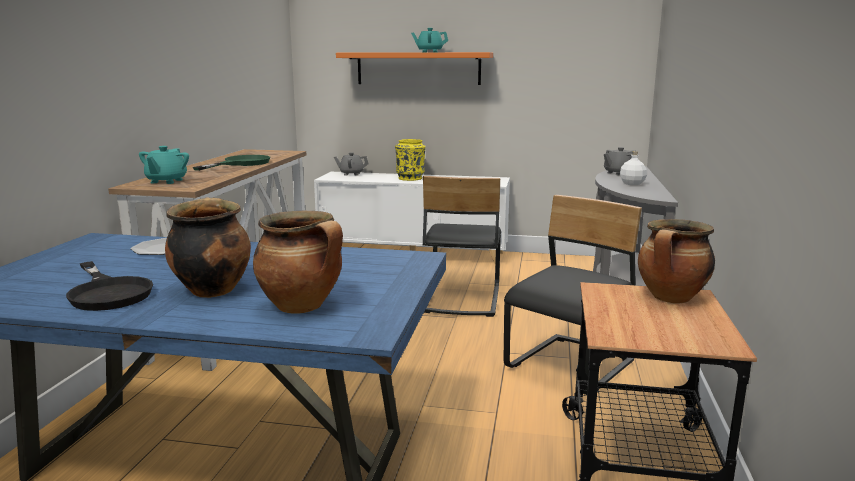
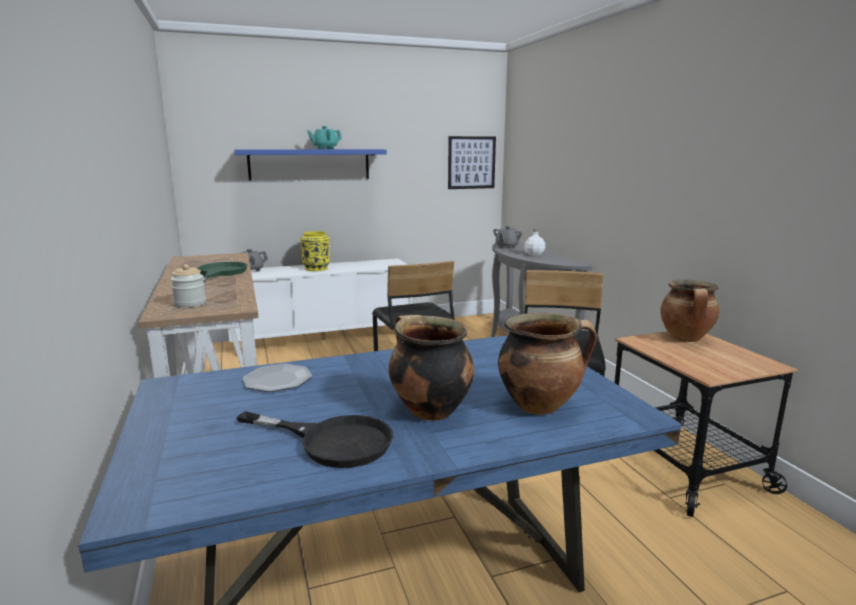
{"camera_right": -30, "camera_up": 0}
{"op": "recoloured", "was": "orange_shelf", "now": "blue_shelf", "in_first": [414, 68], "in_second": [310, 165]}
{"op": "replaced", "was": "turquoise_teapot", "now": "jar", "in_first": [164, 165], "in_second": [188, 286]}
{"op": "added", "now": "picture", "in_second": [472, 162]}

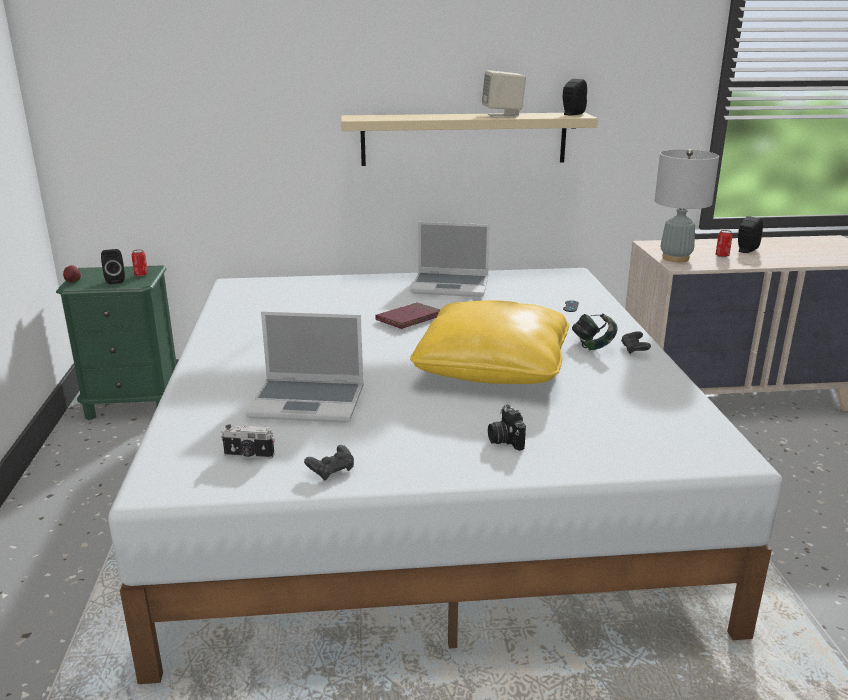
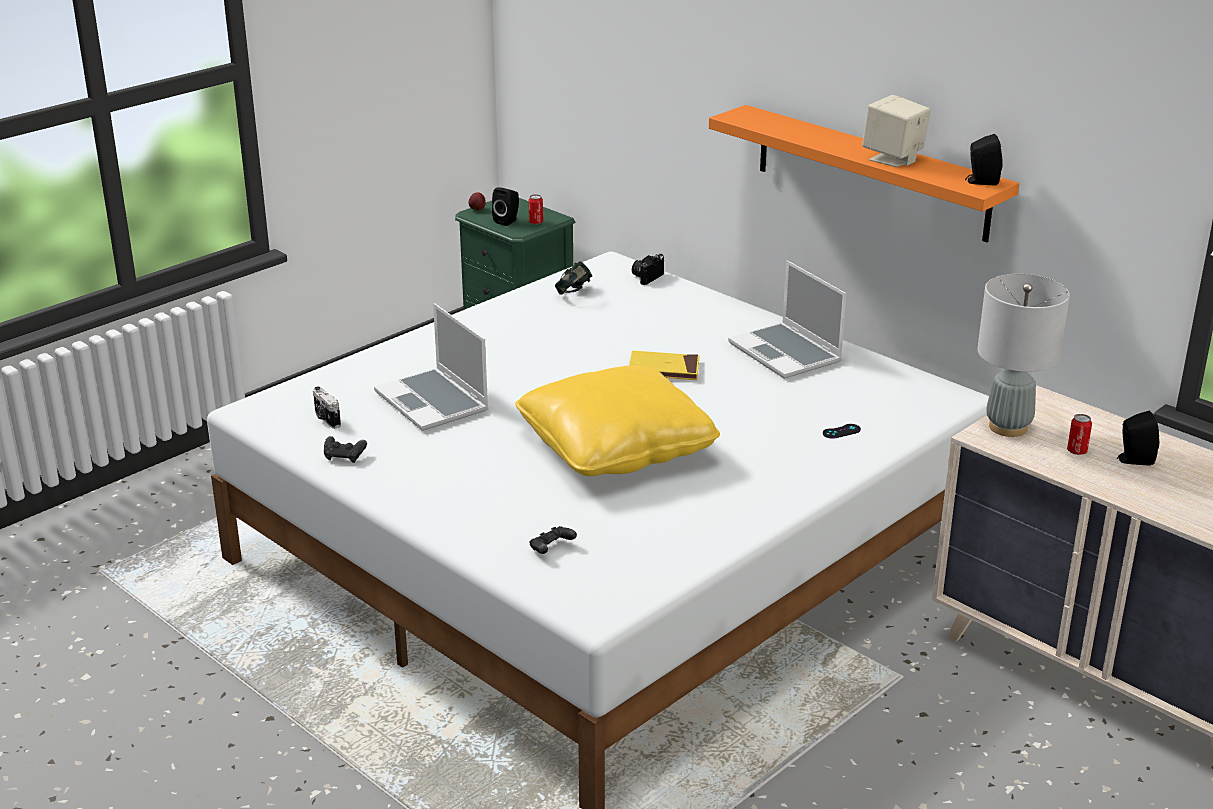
{"camera_right": 50, "camera_up": 5}
{"op": "recoloured", "was": "beige_shelf", "now": "orange_shelf", "in_first": [469, 139], "in_second": [864, 173]}
{"op": "recoloured", "was": "red_book", "now": "yellow_book", "in_first": [408, 315], "in_second": [664, 365]}
{"op": "moved", "was": "headphones", "in_first": [595, 331], "in_second": [573, 278]}
{"op": "moved", "was": "black_game_controller", "in_first": [636, 342], "in_second": [553, 540]}
{"op": "moved", "was": "photo_camera", "in_first": [507, 428], "in_second": [648, 269]}

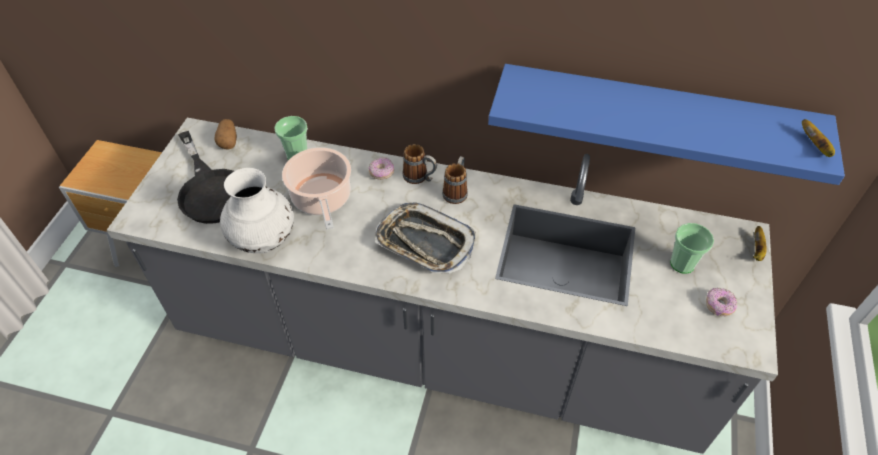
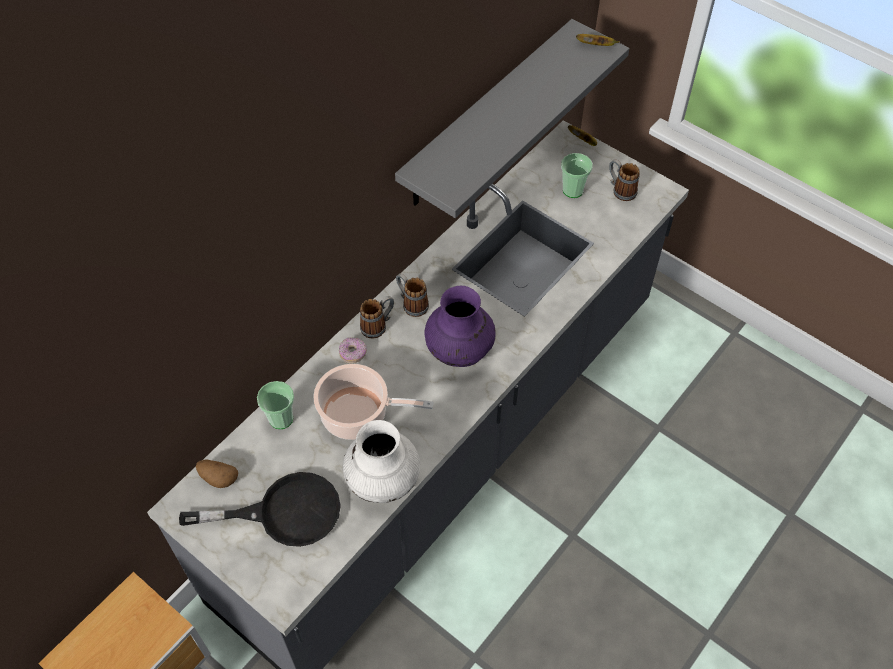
{"camera_right": -65, "camera_up": 5}
{"op": "recoloured", "was": "blue_shelf", "now": "grey_shelf", "in_first": [666, 124], "in_second": [512, 118]}
{"op": "replaced", "was": "tray", "now": "purple_vase", "in_first": [425, 238], "in_second": [460, 326]}
{"op": "replaced", "was": "donut", "now": "mug", "in_first": [721, 302], "in_second": [624, 180]}

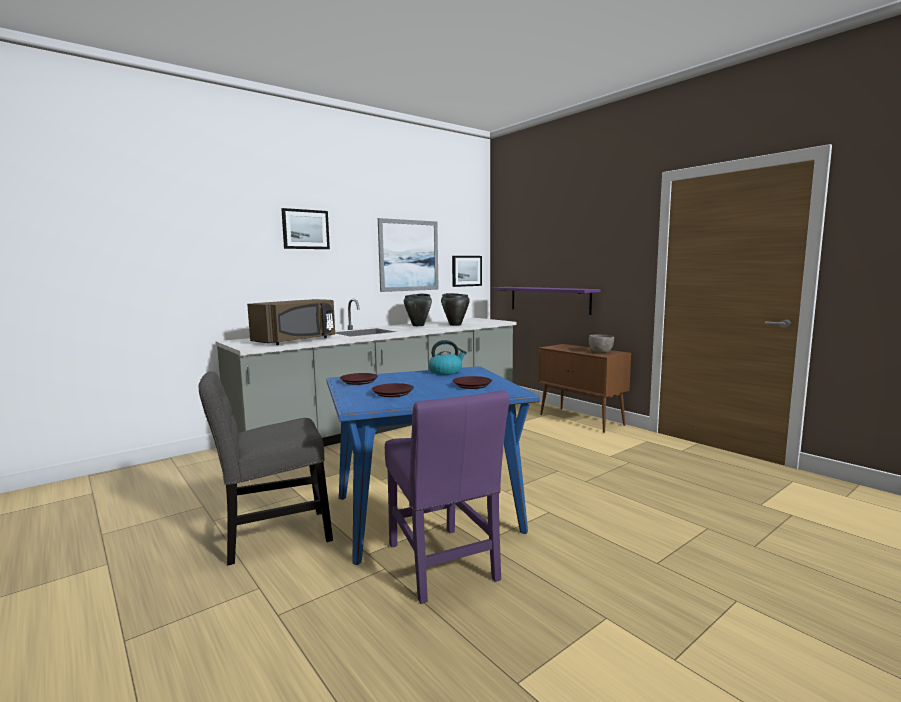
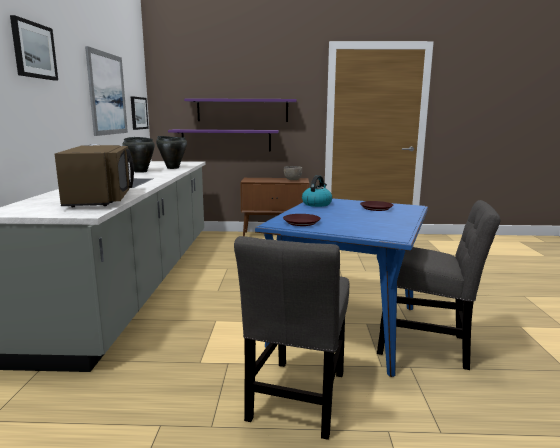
{"camera_right": -50, "camera_up": 5}
{"op": "removed", "was": "brown_plate", "in_first": [393, 390]}
{"op": "recoloured", "was": "purple_chair", "now": "grey_chair", "in_first": [447, 497], "in_second": [438, 285]}
{"op": "added", "now": "purple_shelf", "in_second": [240, 110]}

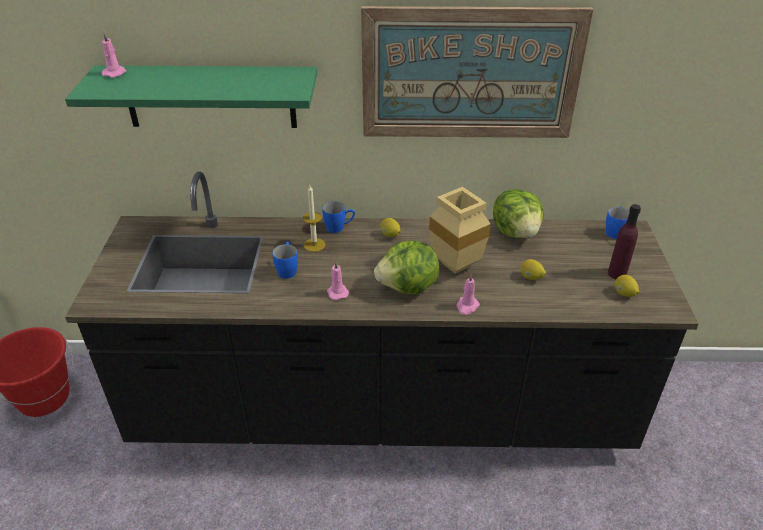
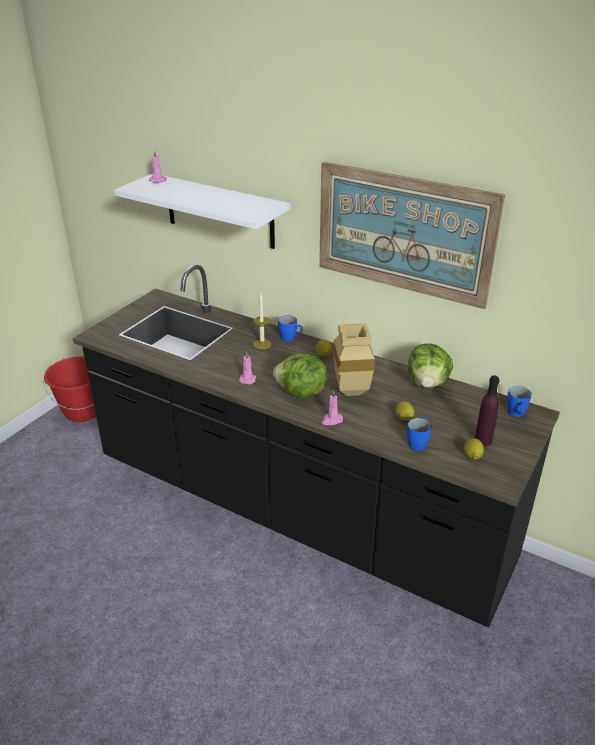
{"camera_right": 30, "camera_up": -5}
{"op": "recoloured", "was": "green_shelf", "now": "white_shelf", "in_first": [191, 96], "in_second": [202, 211]}
{"op": "moved", "was": "blue_mug", "in_first": [285, 260], "in_second": [419, 434]}

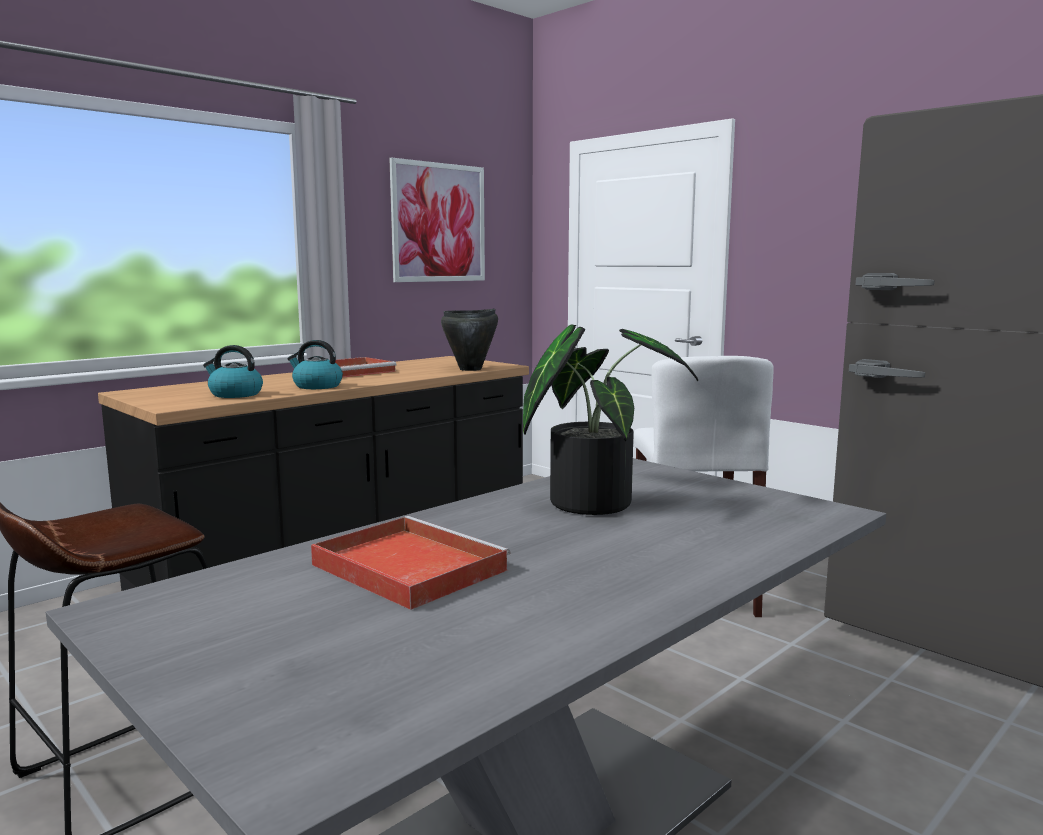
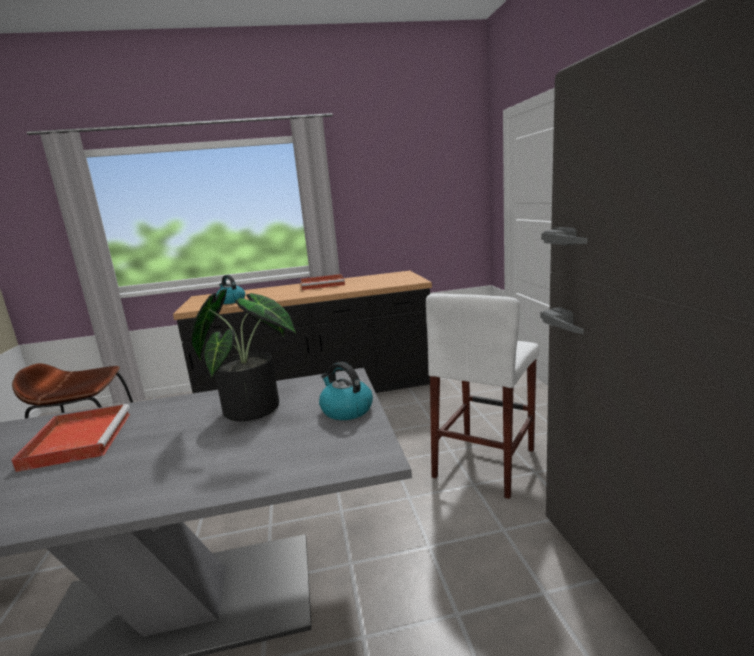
{"camera_right": 35, "camera_up": 5}
{"op": "removed", "was": "picture", "in_first": [437, 220]}
{"op": "removed", "was": "black_cooking_pot", "in_first": [469, 340]}
{"op": "moved", "was": "kettle", "in_first": [315, 364], "in_second": [346, 391]}

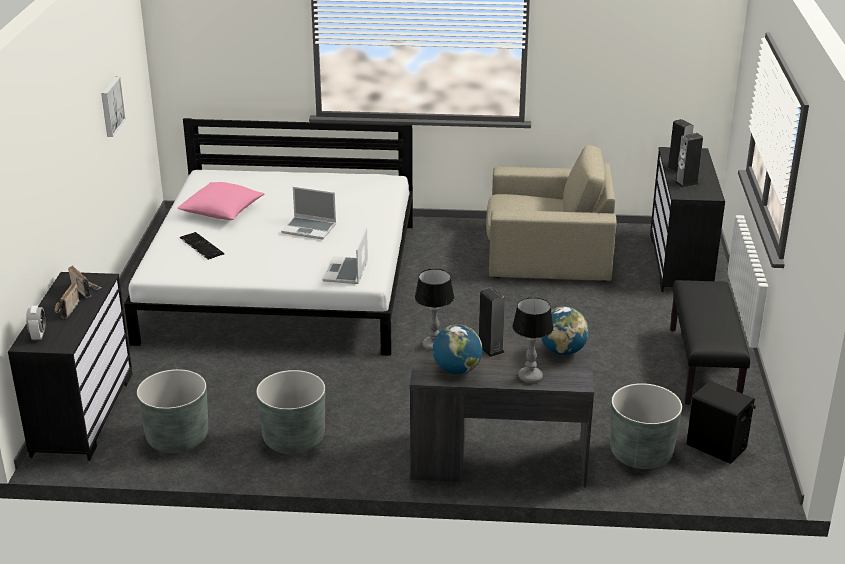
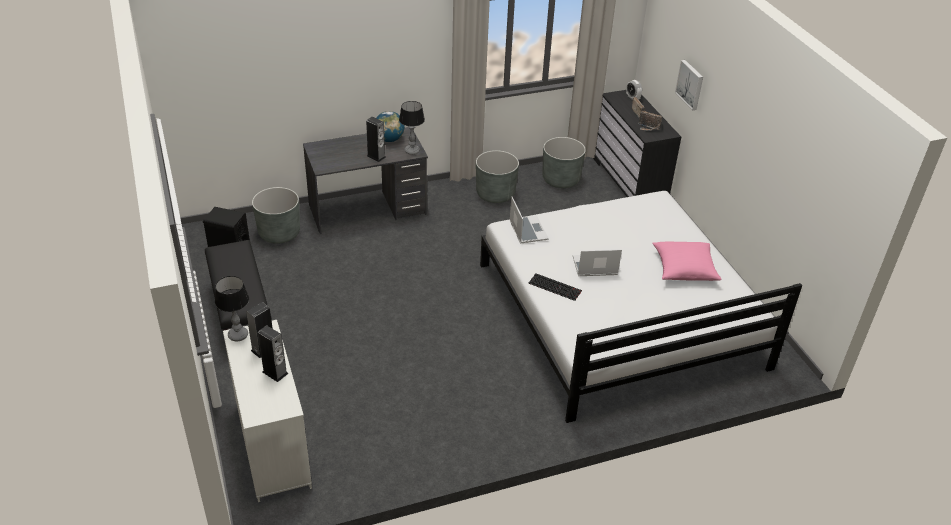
{"camera_right": 155, "camera_up": 10}
{"op": "moved", "was": "picture", "in_first": [113, 107], "in_second": [689, 85]}
{"op": "removed", "was": "beige_armchair", "in_first": [551, 213]}
{"op": "recoloured", "was": "black_dresser", "now": "white_dresser", "in_first": [687, 219], "in_second": [267, 411]}
{"op": "moved", "was": "keyboard", "in_first": [202, 246], "in_second": [555, 287]}
{"op": "moved", "was": "table_lamp", "in_first": [533, 340], "in_second": [232, 309]}
{"op": "removed", "was": "globe", "in_first": [565, 330]}

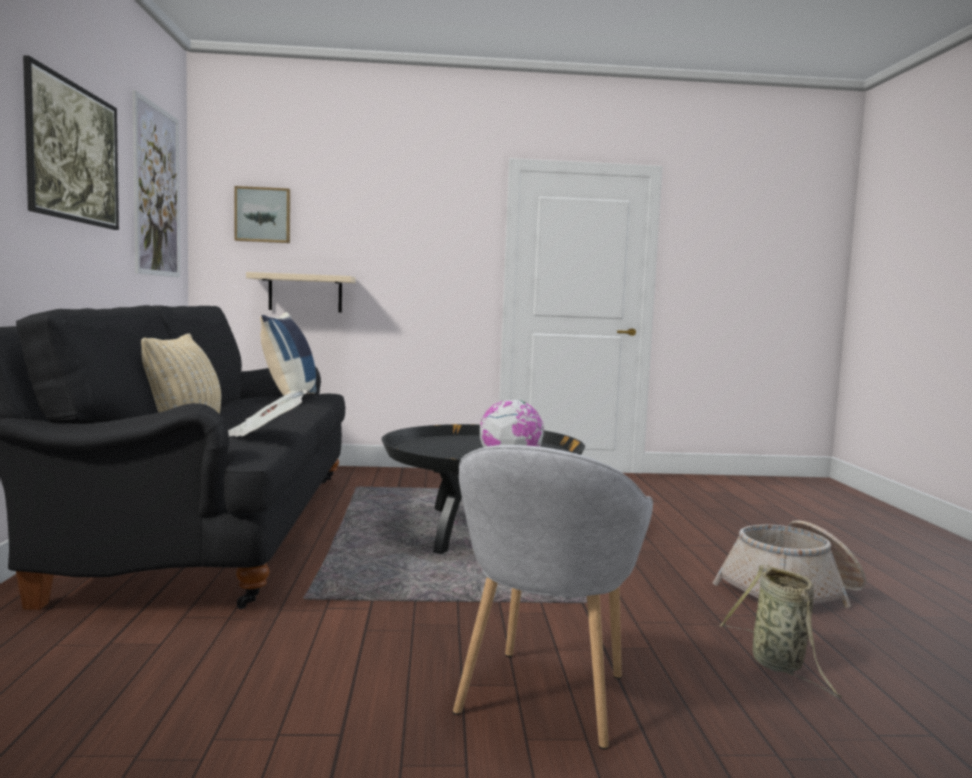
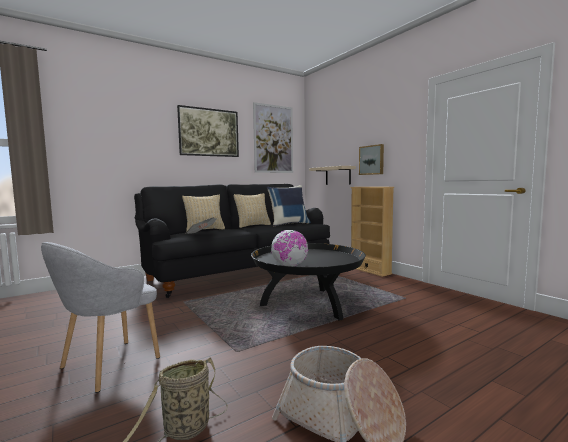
{"camera_right": 60, "camera_up": 0}
{"op": "moved", "was": "picture", "in_first": [262, 214], "in_second": [371, 159]}
{"op": "turned", "was": "grey_armchair", "in_first": [553, 597], "in_second": [100, 317], "clockwise": -45}
{"op": "added", "now": "beige_bookcase", "in_second": [372, 232]}
{"op": "added", "now": "beige_pillow", "in_second": [252, 210]}

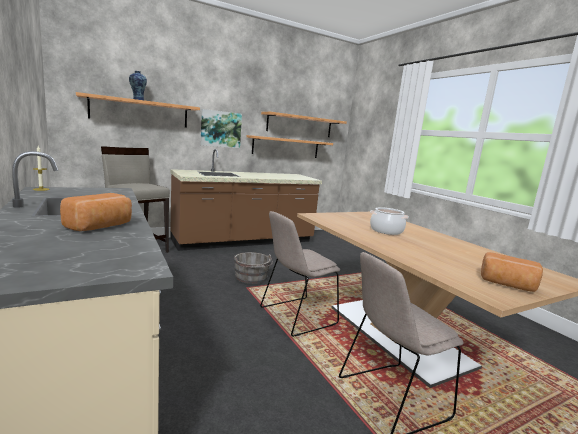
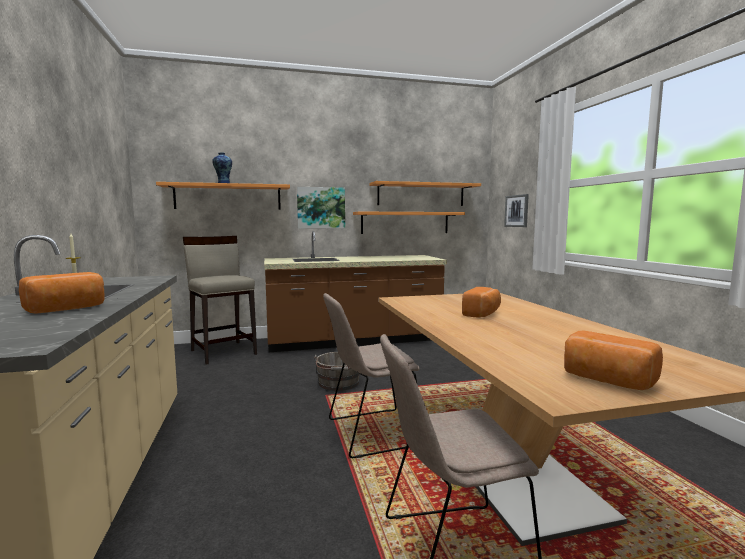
{"camera_right": 15, "camera_up": -5}
{"op": "replaced", "was": "cooking_pot", "now": "bread", "in_first": [389, 221], "in_second": [481, 302]}
{"op": "added", "now": "picture", "in_second": [516, 210]}

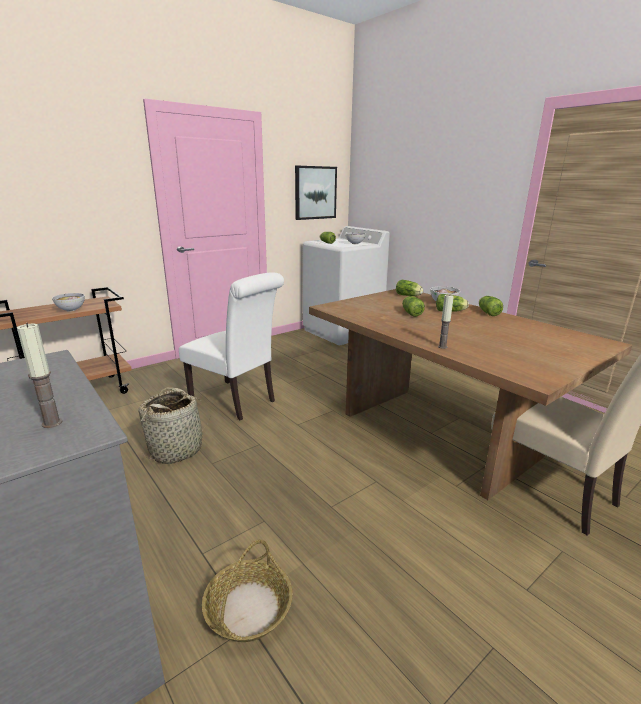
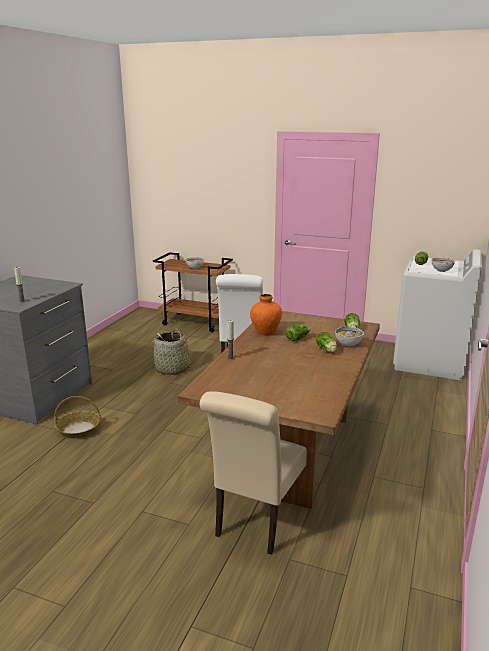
{"camera_right": 60, "camera_up": 0}
{"op": "removed", "was": "picture", "in_first": [316, 193]}
{"op": "removed", "was": "lettuce", "in_first": [491, 306]}
{"op": "added", "now": "orange_vase", "in_second": [266, 315]}

